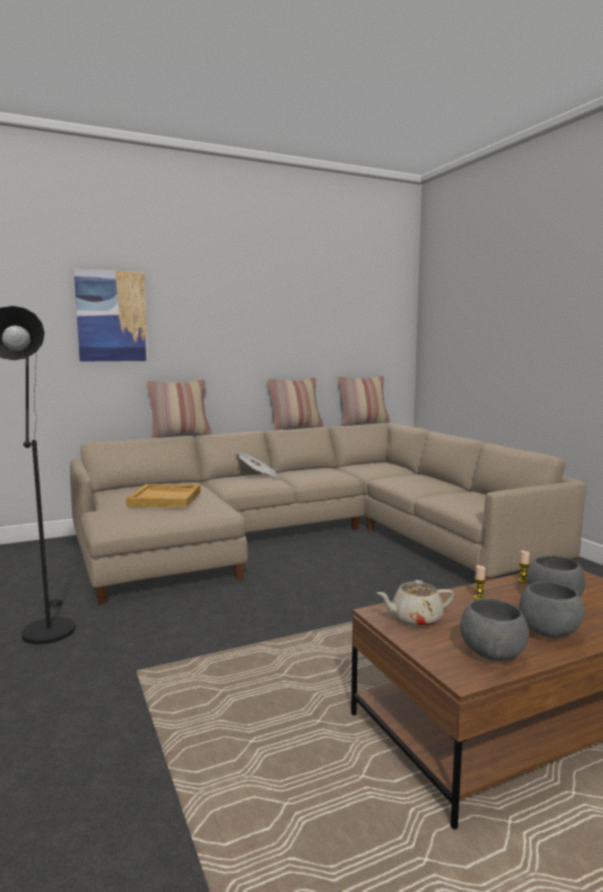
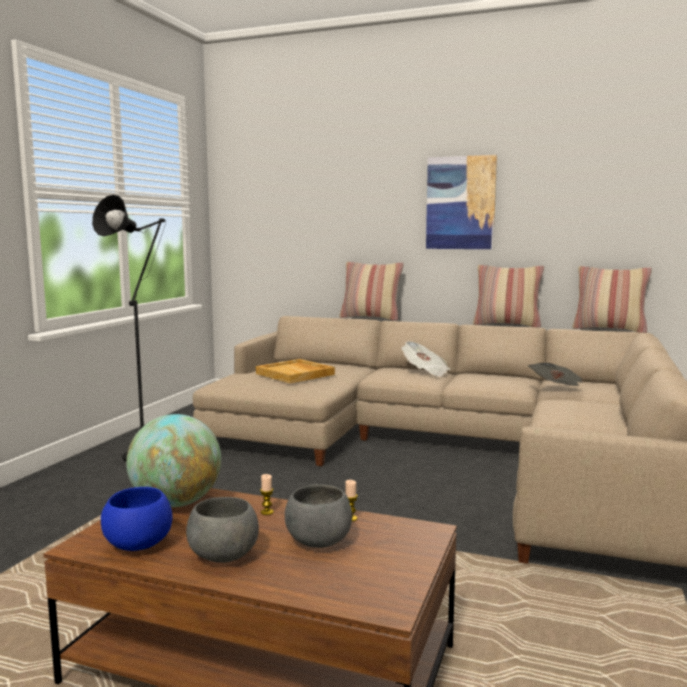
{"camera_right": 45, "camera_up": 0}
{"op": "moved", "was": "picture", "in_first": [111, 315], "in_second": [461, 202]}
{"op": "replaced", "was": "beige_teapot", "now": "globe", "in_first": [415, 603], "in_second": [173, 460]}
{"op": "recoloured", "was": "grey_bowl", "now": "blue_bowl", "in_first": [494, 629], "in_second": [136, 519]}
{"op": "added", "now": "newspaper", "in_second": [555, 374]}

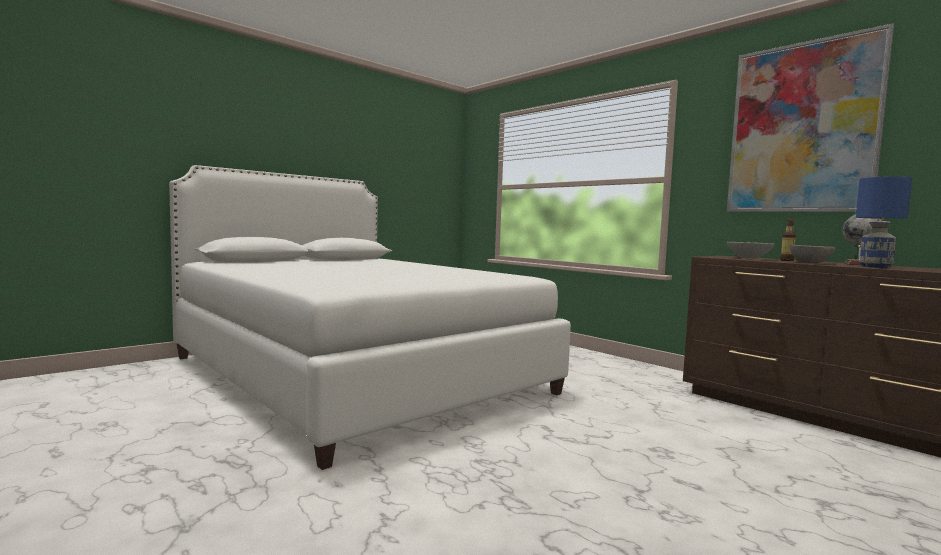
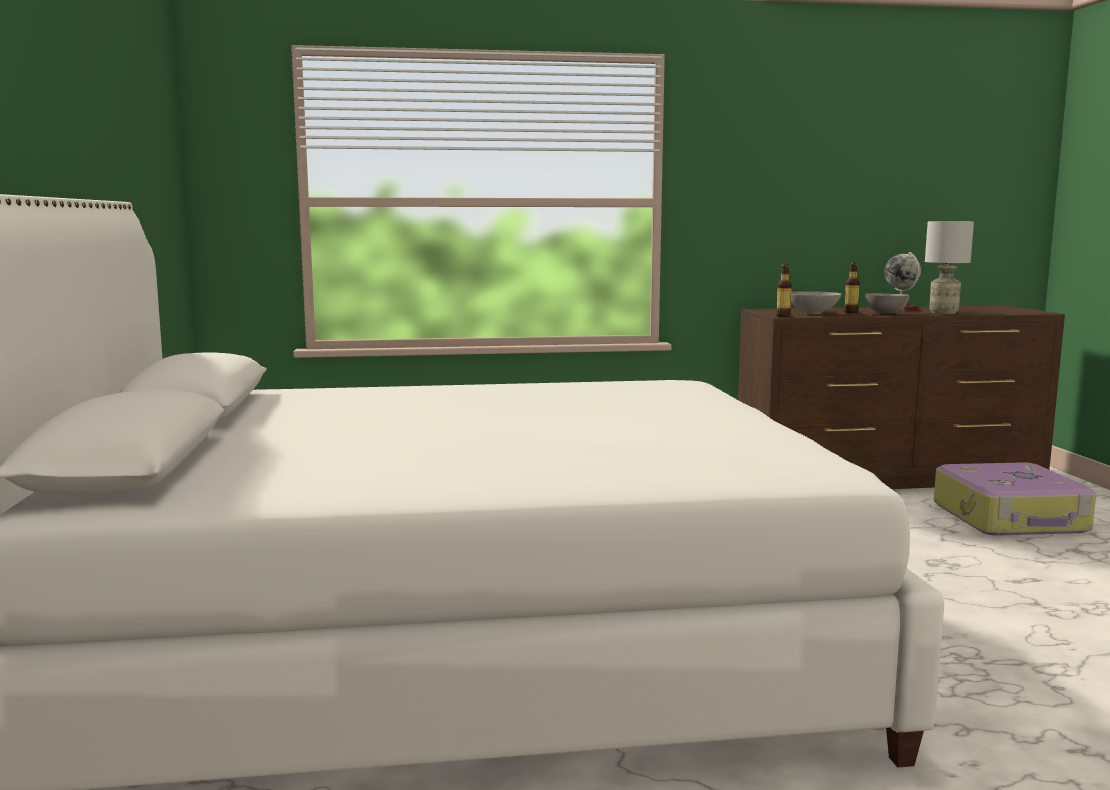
{"camera_right": -55, "camera_up": 5}
{"op": "removed", "was": "picture", "in_first": [810, 117]}
{"op": "recoloured", "was": "blue_table_lamp", "now": "grey_table_lamp", "in_first": [884, 222], "in_second": [949, 267]}
{"op": "added", "now": "bottle", "in_second": [784, 291]}
{"op": "added", "now": "suitcase", "in_second": [1015, 499]}

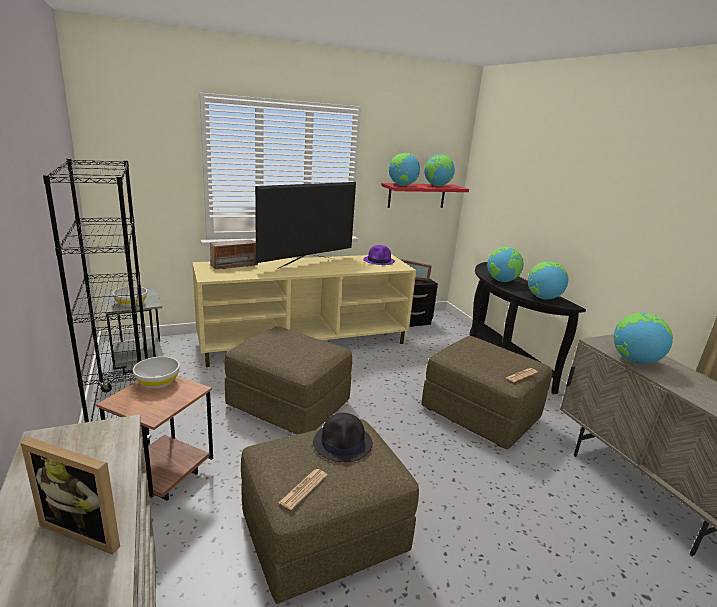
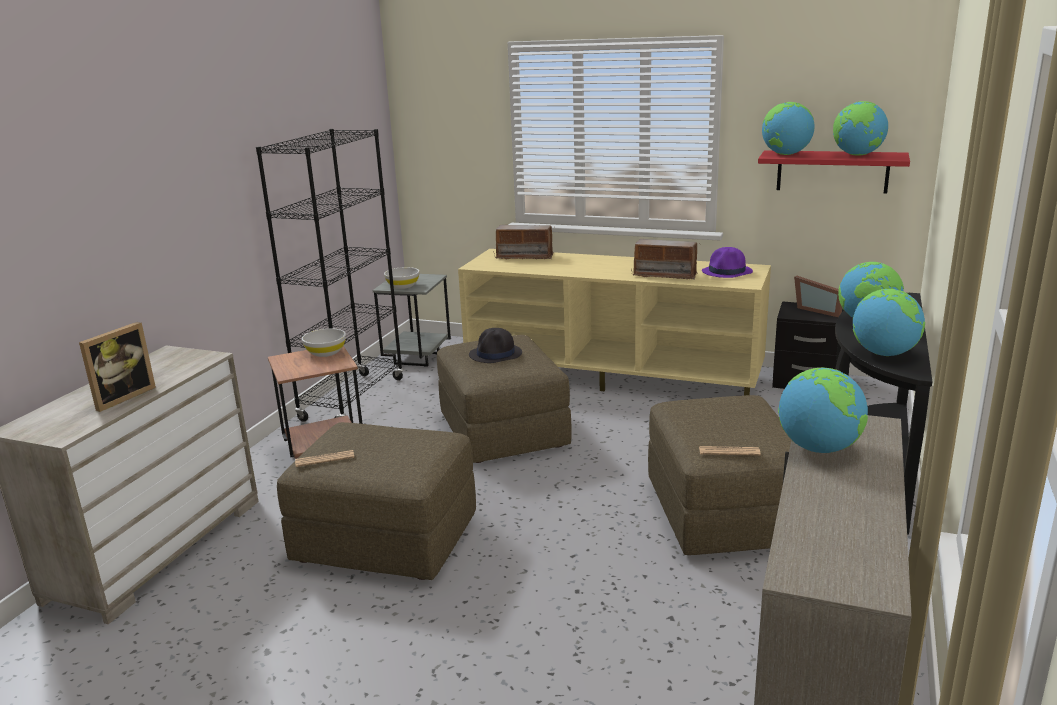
{"camera_right": 45, "camera_up": 0}
{"op": "removed", "was": "television", "in_first": [305, 225]}
{"op": "moved", "was": "black_hat", "in_first": [343, 437], "in_second": [495, 345]}
{"op": "turned", "was": "picture_frame", "in_first": [70, 495], "in_second": [117, 367], "clockwise": -120}
{"op": "added", "now": "radio", "in_second": [665, 259]}

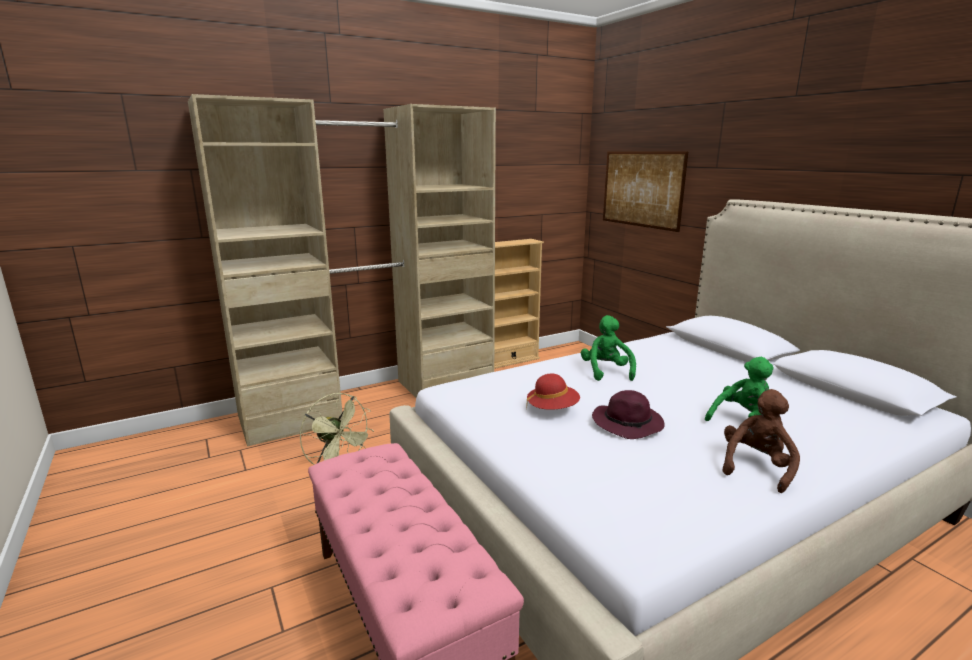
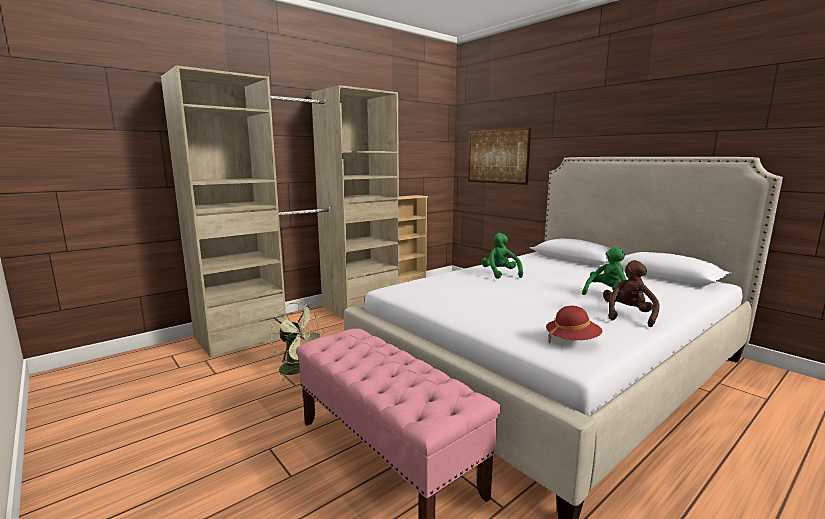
{"camera_right": -10, "camera_up": -5}
{"op": "moved", "was": "red_hat", "in_first": [553, 392], "in_second": [574, 325]}
{"op": "removed", "was": "purple_hat", "in_first": [628, 414]}

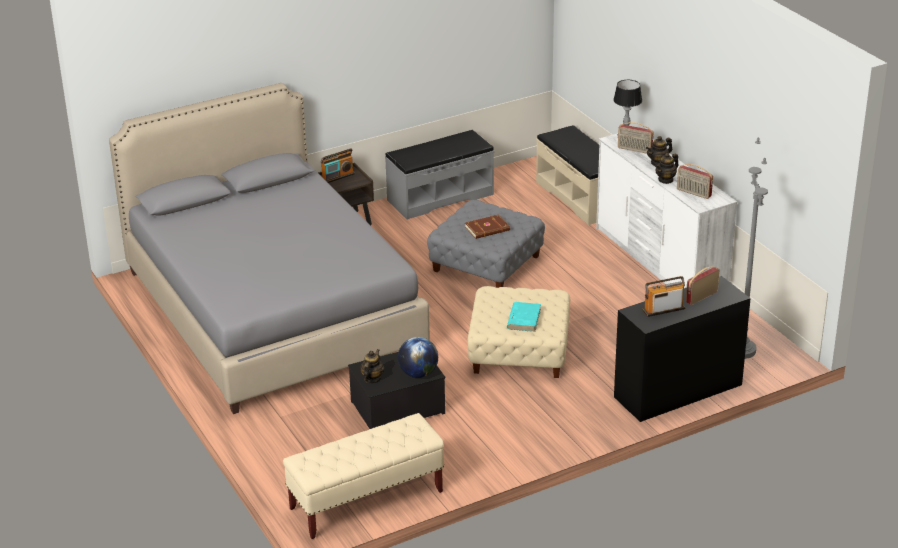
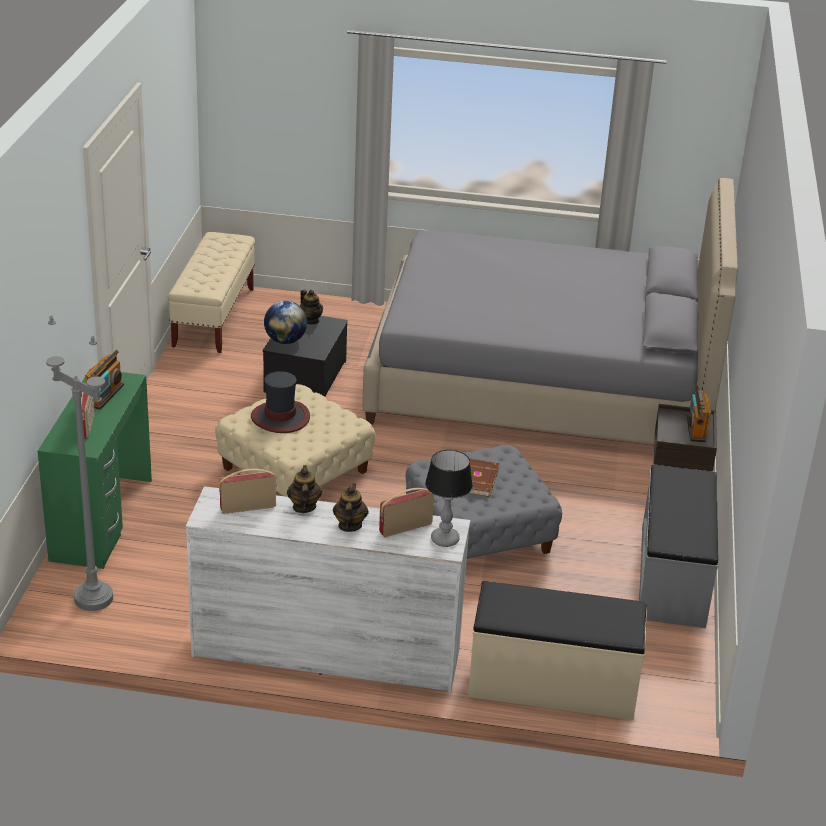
{"camera_right": 125, "camera_up": 0}
{"op": "recoloured", "was": "black_desk", "now": "green_desk", "in_first": [682, 349], "in_second": [95, 468]}
{"op": "replaced", "was": "turquoise_book", "now": "hat", "in_first": [524, 317], "in_second": [280, 402]}

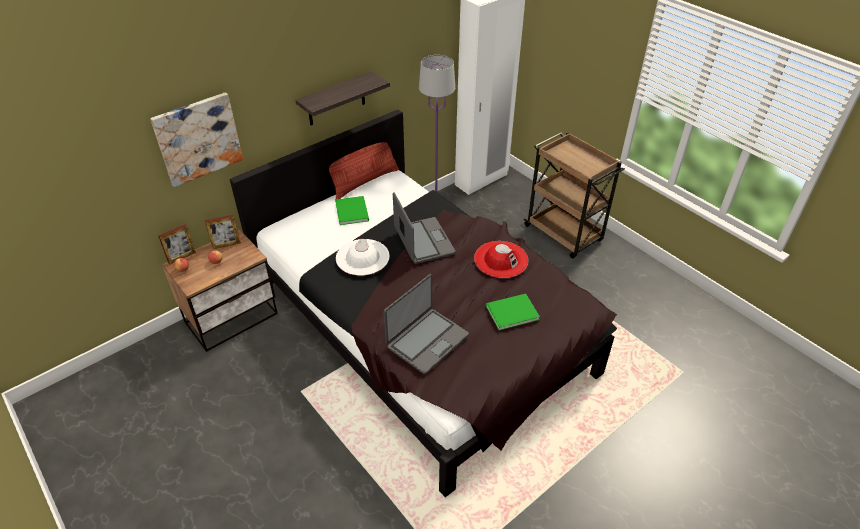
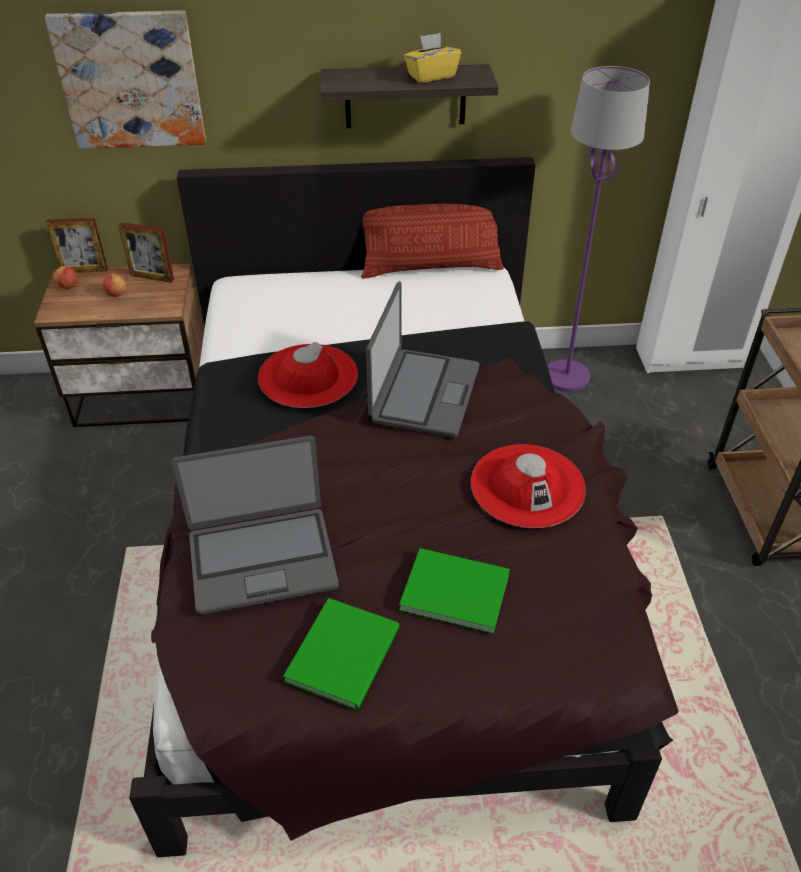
{"camera_right": 35, "camera_up": 0}
{"op": "moved", "was": "green_book", "in_first": [352, 210], "in_second": [341, 654]}
{"op": "recoloured", "was": "white_hat", "now": "red_hat", "in_first": [363, 257], "in_second": [308, 375]}
{"op": "added", "now": "yellow_tissue_box", "in_second": [432, 58]}

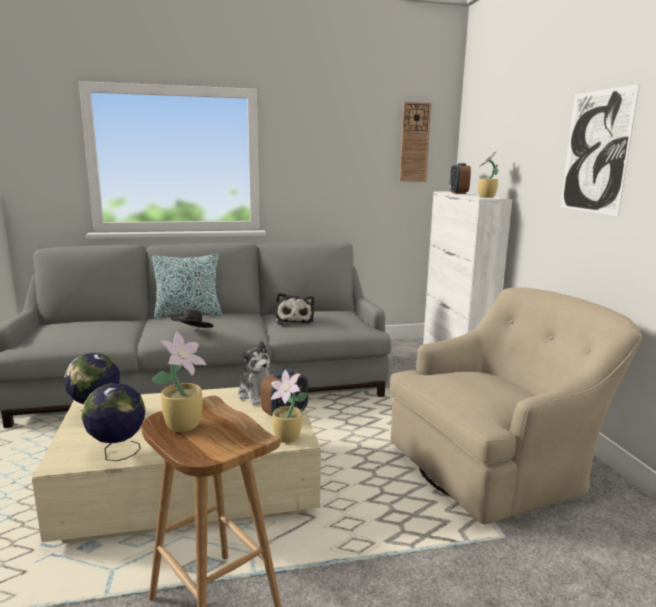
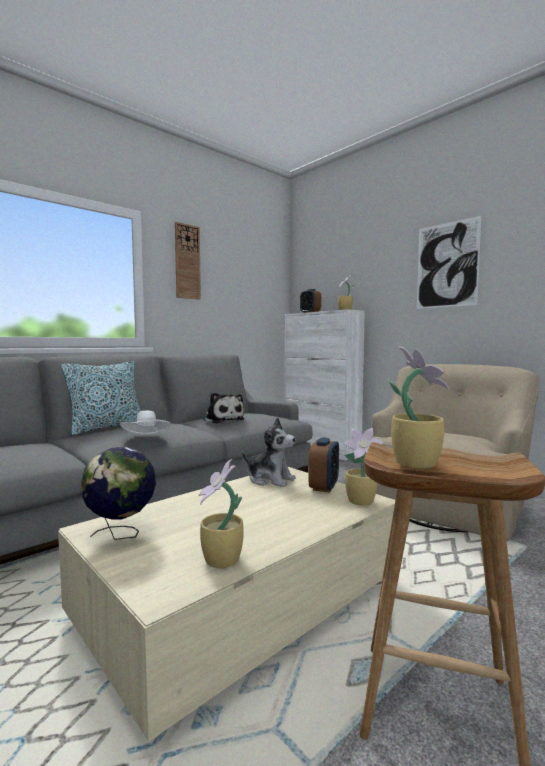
{"camera_right": -30, "camera_up": -10}
{"op": "moved", "was": "wall_clock", "in_first": [415, 142], "in_second": [188, 261]}
{"op": "recoloured", "was": "black_hat", "now": "white_hat", "in_first": [192, 318], "in_second": [145, 422]}
{"op": "replaced", "was": "globe", "now": "potted_plant", "in_first": [113, 422], "in_second": [221, 513]}

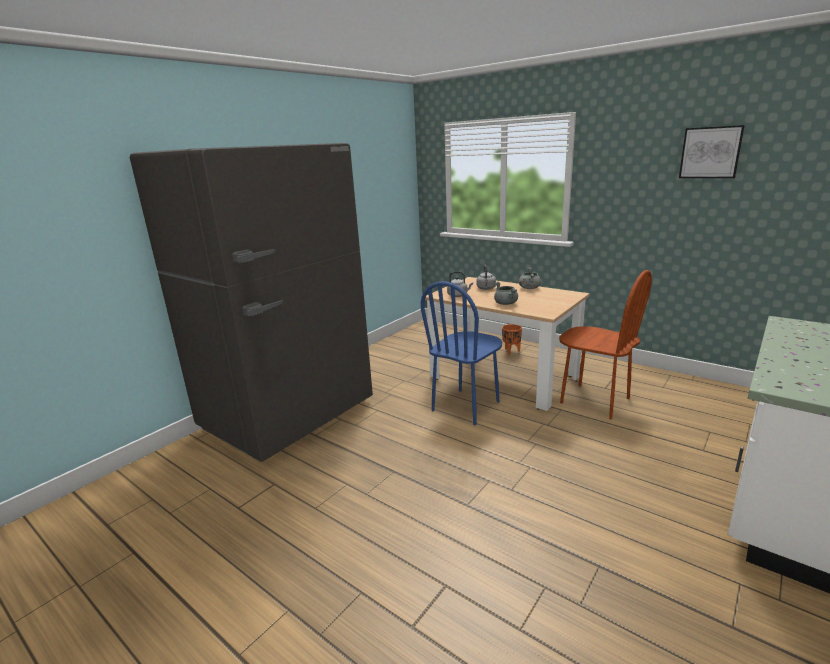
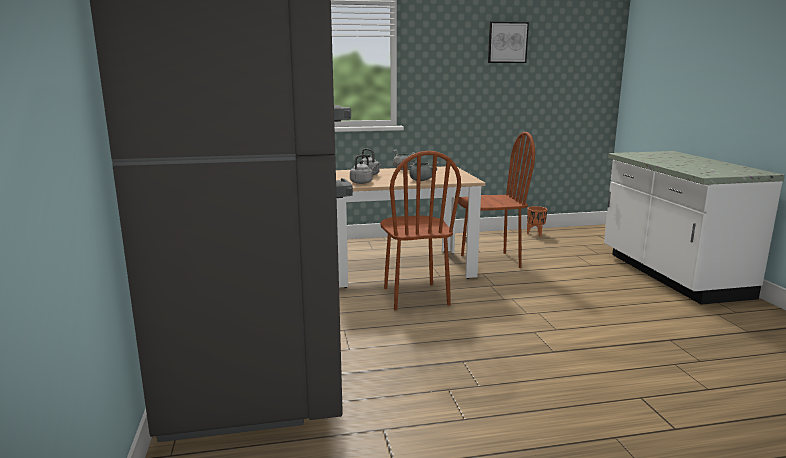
{"camera_right": -50, "camera_up": -5}
{"op": "recoloured", "was": "blue_chair", "now": "brown_chair", "in_first": [461, 353], "in_second": [420, 230]}
{"op": "moved", "was": "orange_planter", "in_first": [512, 339], "in_second": [537, 221]}

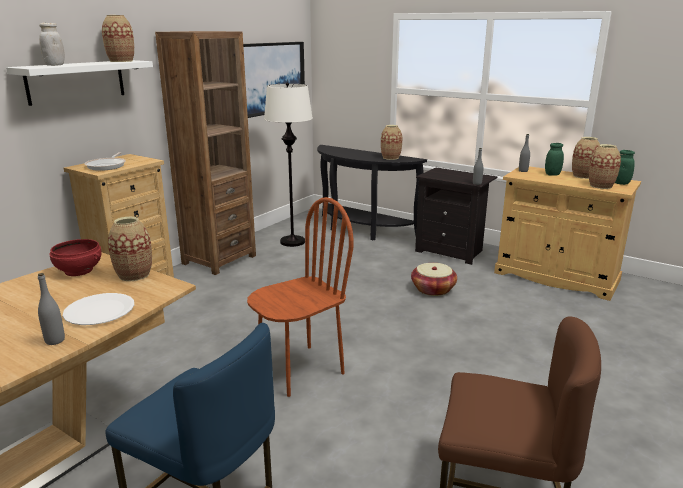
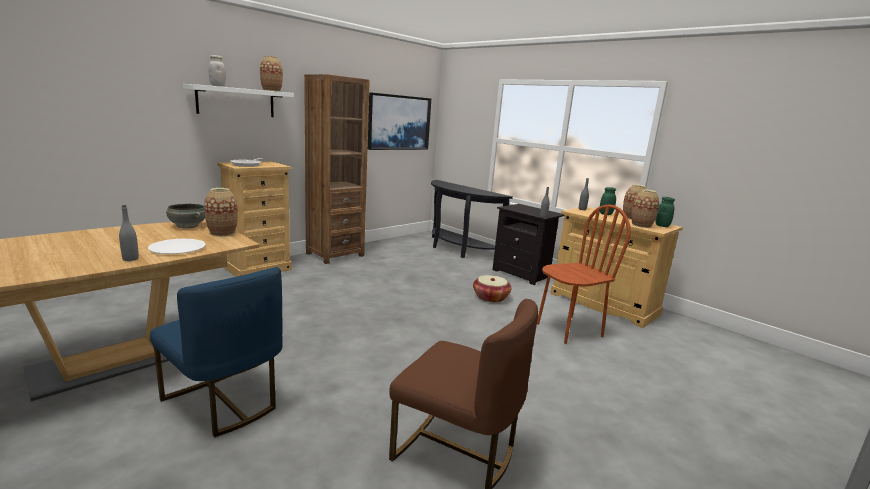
{"camera_right": 10, "camera_up": -5}
{"op": "removed", "was": "white_floor_lamp", "in_first": [288, 164]}
{"op": "removed", "was": "vase", "in_first": [391, 142]}
{"op": "moved", "was": "brown_chair", "in_first": [300, 297], "in_second": [584, 274]}
{"op": "recoloured", "was": "red_bowl", "now": "grey_bowl", "in_first": [75, 257], "in_second": [185, 216]}

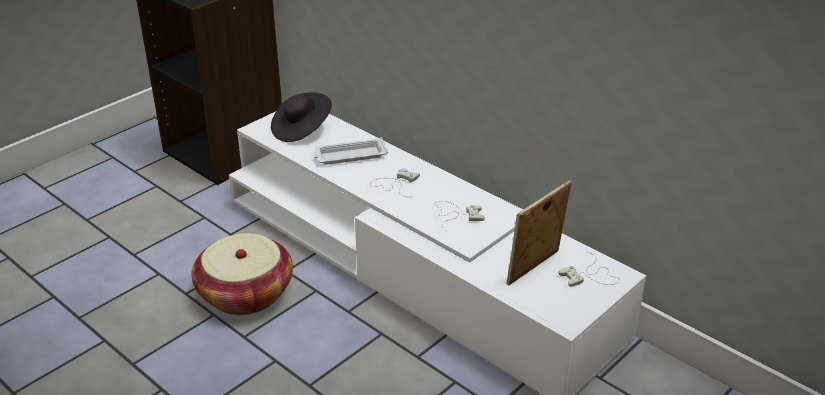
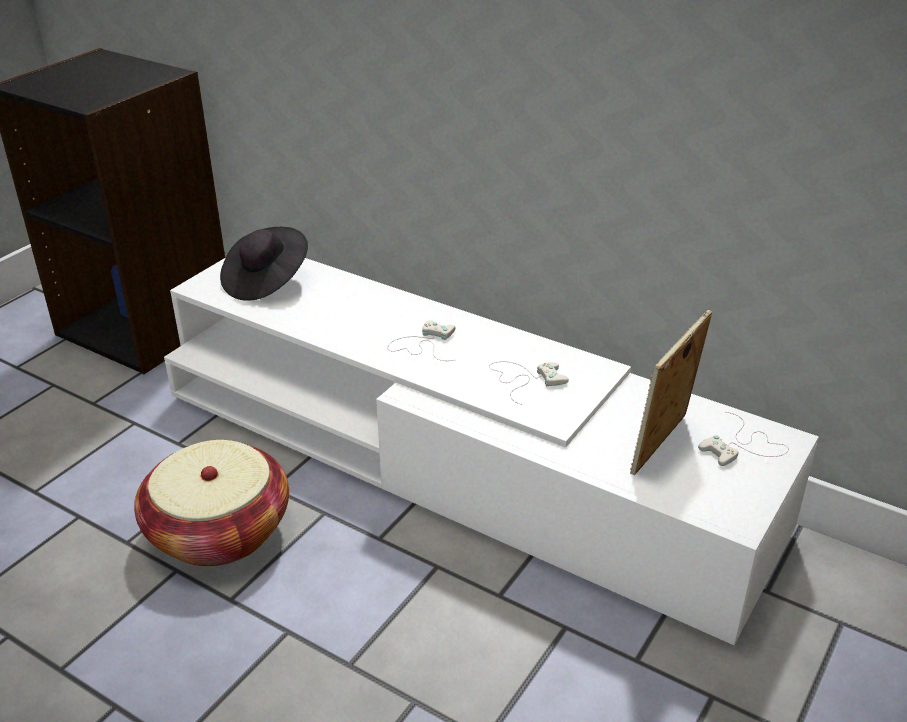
{"camera_right": -10, "camera_up": 0}
{"op": "removed", "was": "white_tray", "in_first": [350, 151]}

